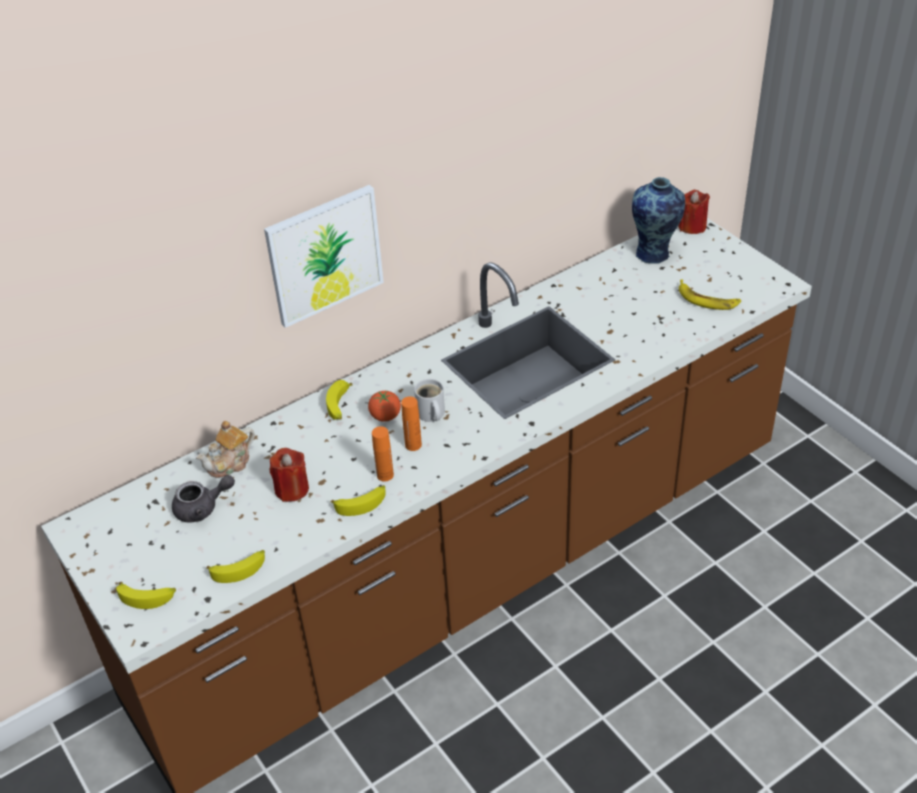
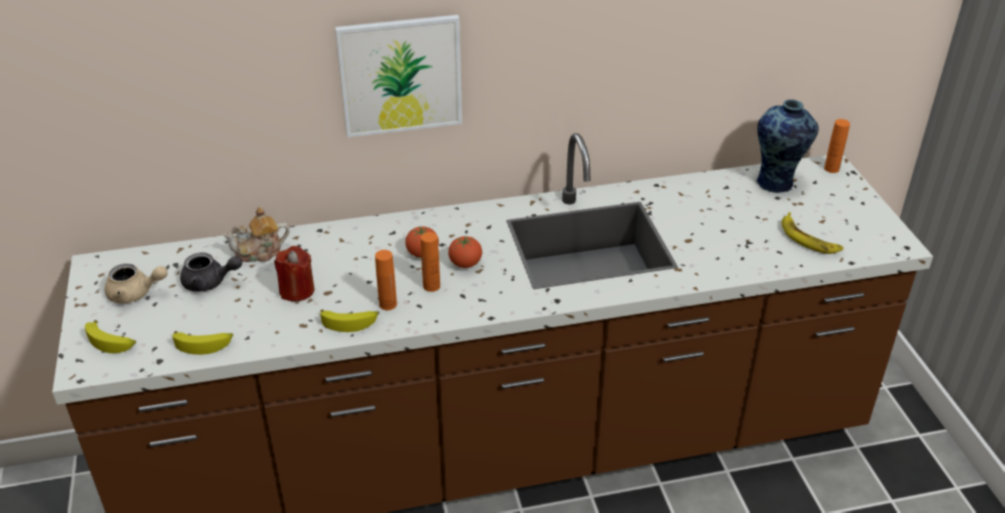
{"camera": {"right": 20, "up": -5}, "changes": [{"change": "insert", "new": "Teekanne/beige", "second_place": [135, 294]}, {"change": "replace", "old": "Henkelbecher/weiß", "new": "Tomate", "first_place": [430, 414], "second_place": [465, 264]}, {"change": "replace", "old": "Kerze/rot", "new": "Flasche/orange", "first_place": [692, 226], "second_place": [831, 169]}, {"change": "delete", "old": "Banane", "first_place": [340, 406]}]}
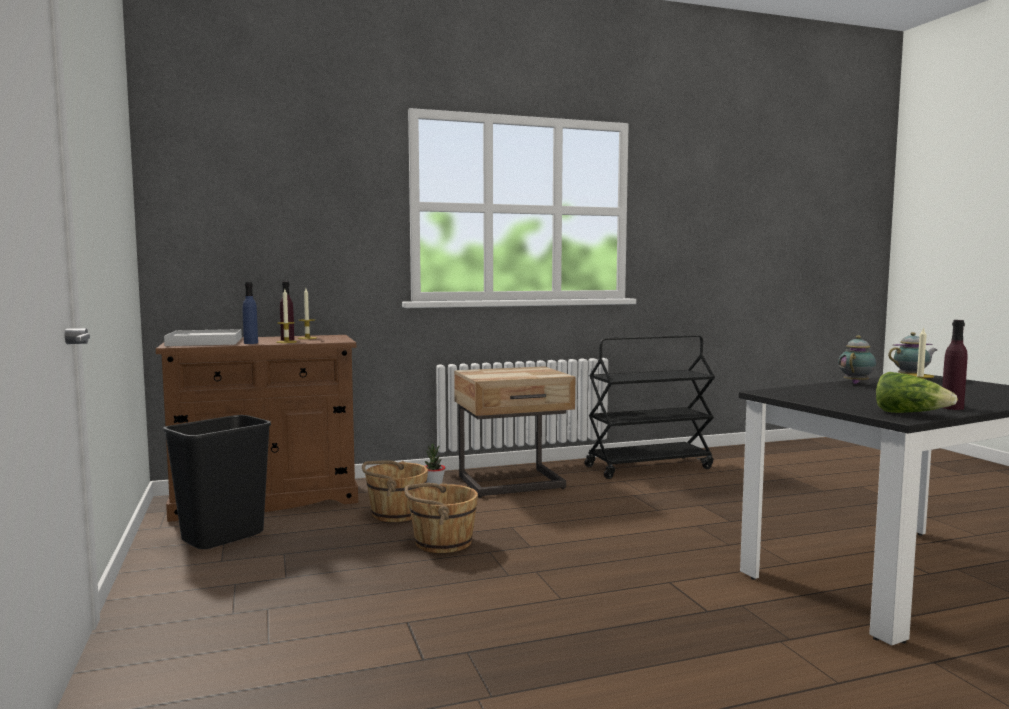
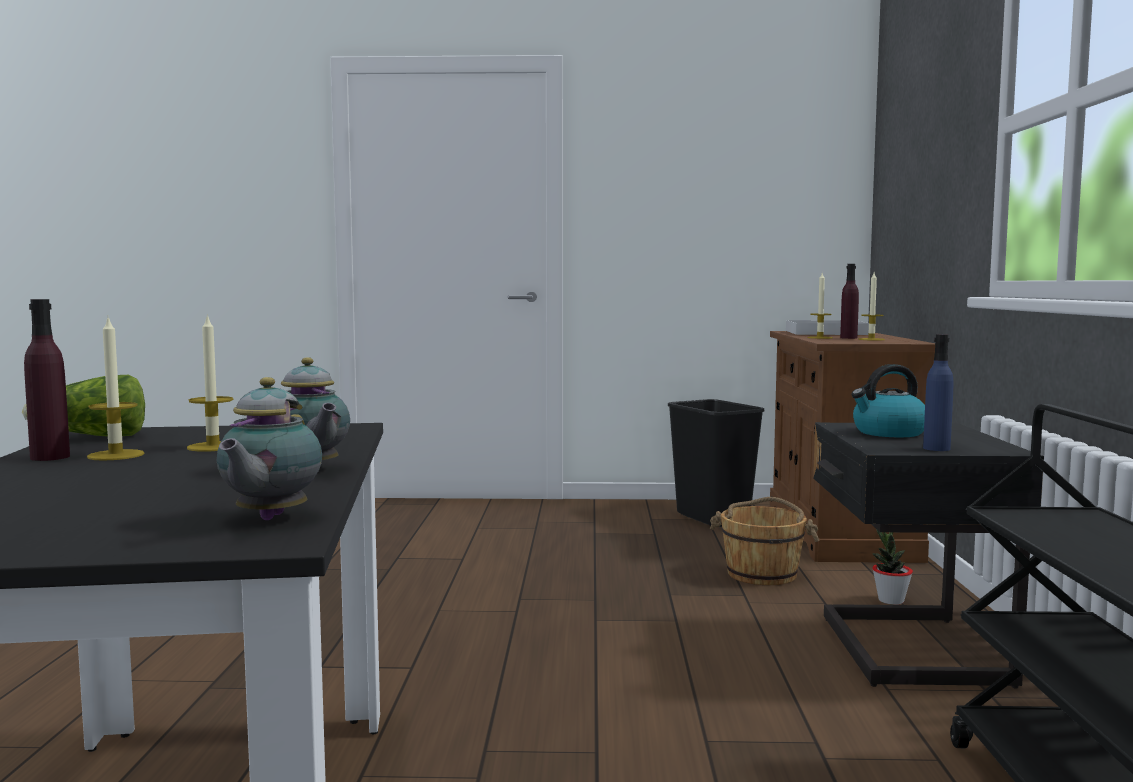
{"camera": {"right": 110, "up": 0}, "changes": [{"change": "insert", "new": "Kerze", "second_place": [213, 447]}, {"change": "recolor", "old": "Nachttisch/beige", "new": "Nachttisch/schwarz", "first_place": [513, 484], "second_place": [906, 651]}, {"change": "insert", "new": "Wasserkessel", "second_place": [888, 433]}, {"change": "move", "old": "Flasche/blau", "first_place": [251, 343], "second_place": [936, 448]}, {"change": "delete", "old": "Eimer/braun", "first_place": [442, 542]}]}
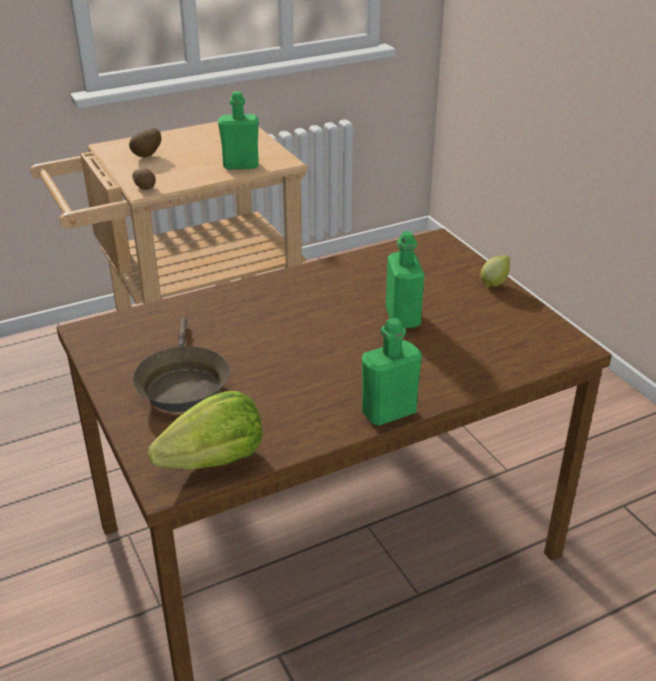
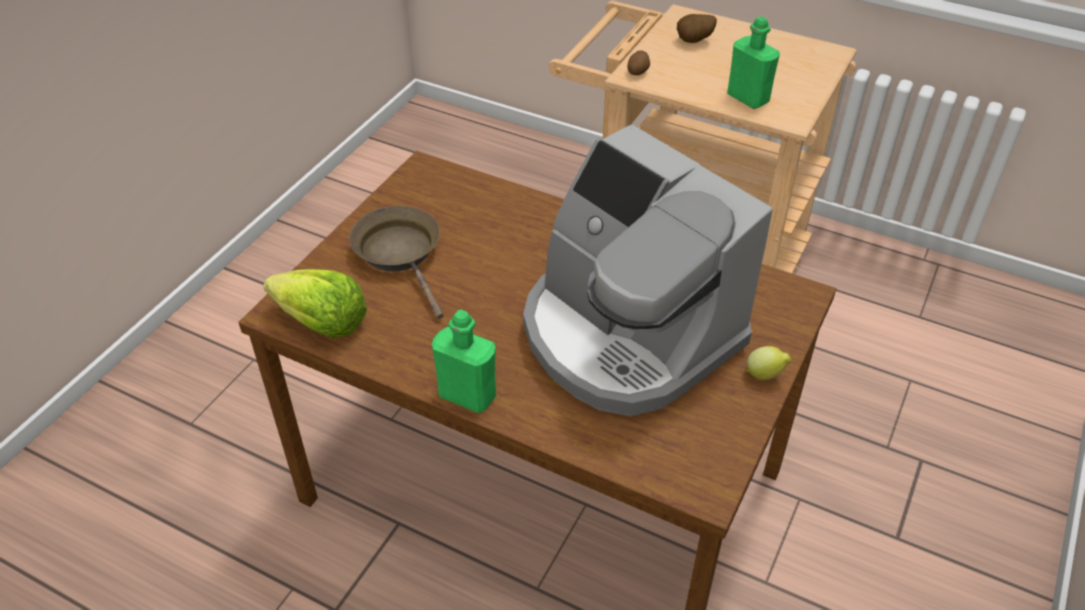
{"camera": {"right": 55, "up": 10}, "changes": [{"change": "rotate", "old": "Pfanne/braun", "first_place": [182, 384], "second_place": [401, 254], "degrees": 105}, {"change": "replace", "old": "Flasche/grün", "new": "Kaffeemaschine", "first_place": [402, 317], "second_place": [627, 335]}]}
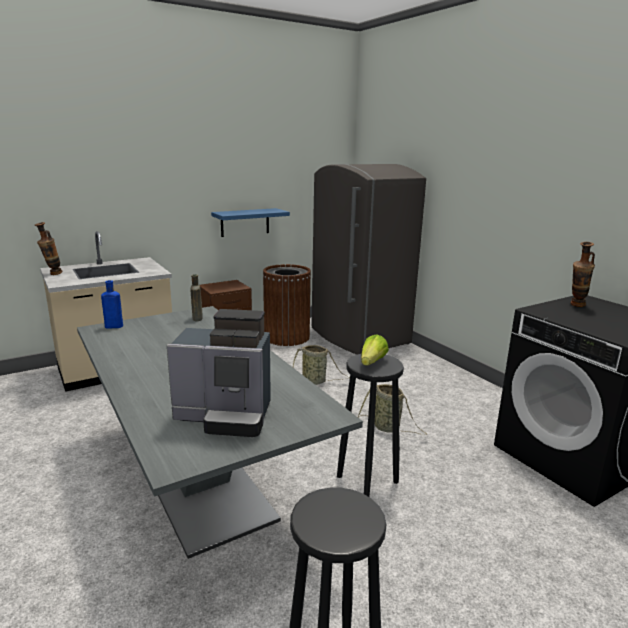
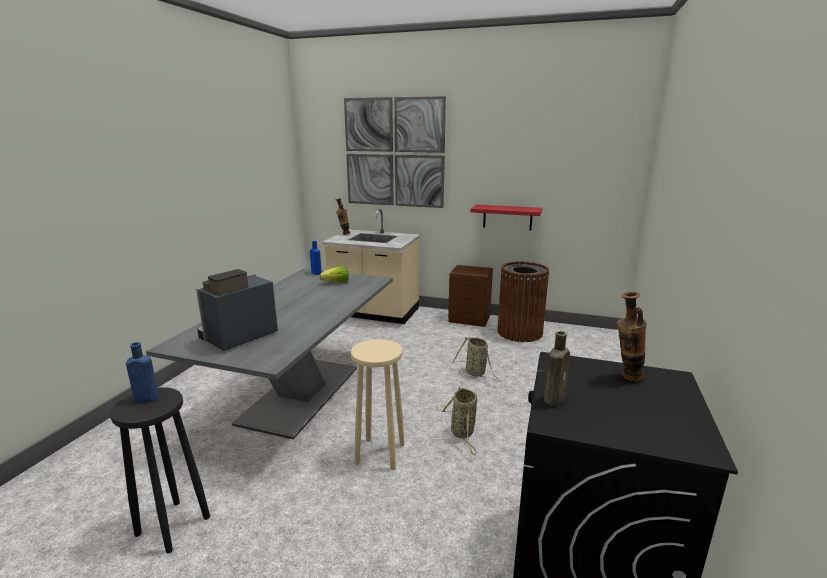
{"camera": {"right": 50, "up": 0}, "changes": [{"change": "insert", "new": "Flasche/blau", "second_place": [145, 399]}, {"change": "rotate", "old": "Kaffeemaschine", "first_place": [226, 416], "second_place": [237, 337], "degrees": 75}, {"change": "move", "old": "Salatkopf", "first_place": [372, 362], "second_place": [336, 282]}, {"change": "insert", "new": "Bild", "second_place": [394, 153]}, {"change": "recolor", "old": "Hocker/schwarz", "new": "Hocker/beige", "first_place": [368, 479], "second_place": [380, 454]}, {"change": "recolor", "old": "Wandregal/blau", "new": "Wandregal/rot", "first_place": [245, 222], "second_place": [507, 217]}, {"change": "move", "old": "Flasche/braun", "first_place": [197, 318], "second_place": [555, 398]}, {"change": "delete", "old": "Kühlschrank/grau", "first_place": [358, 337]}]}
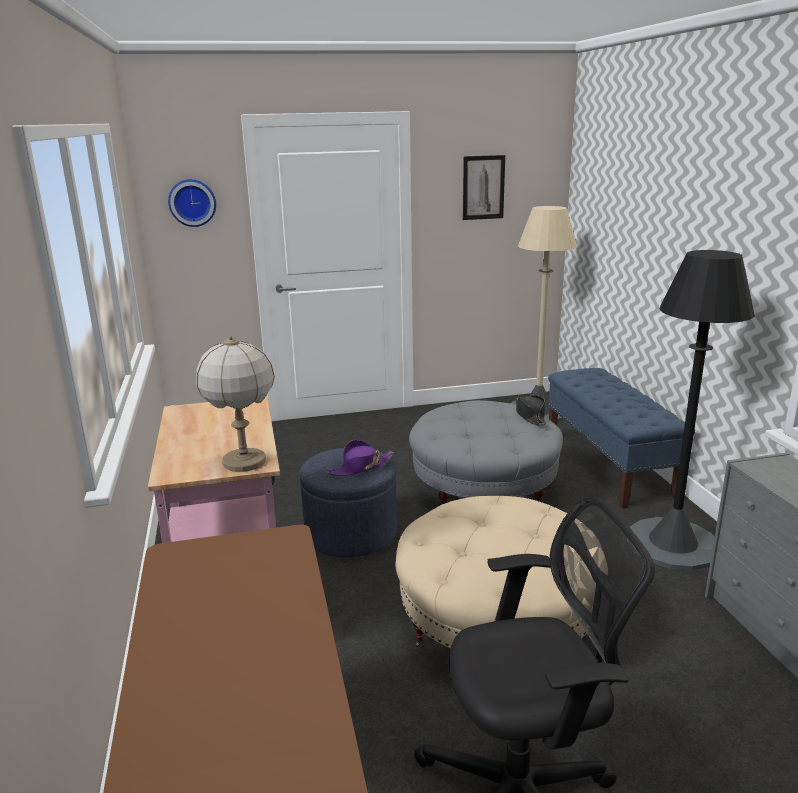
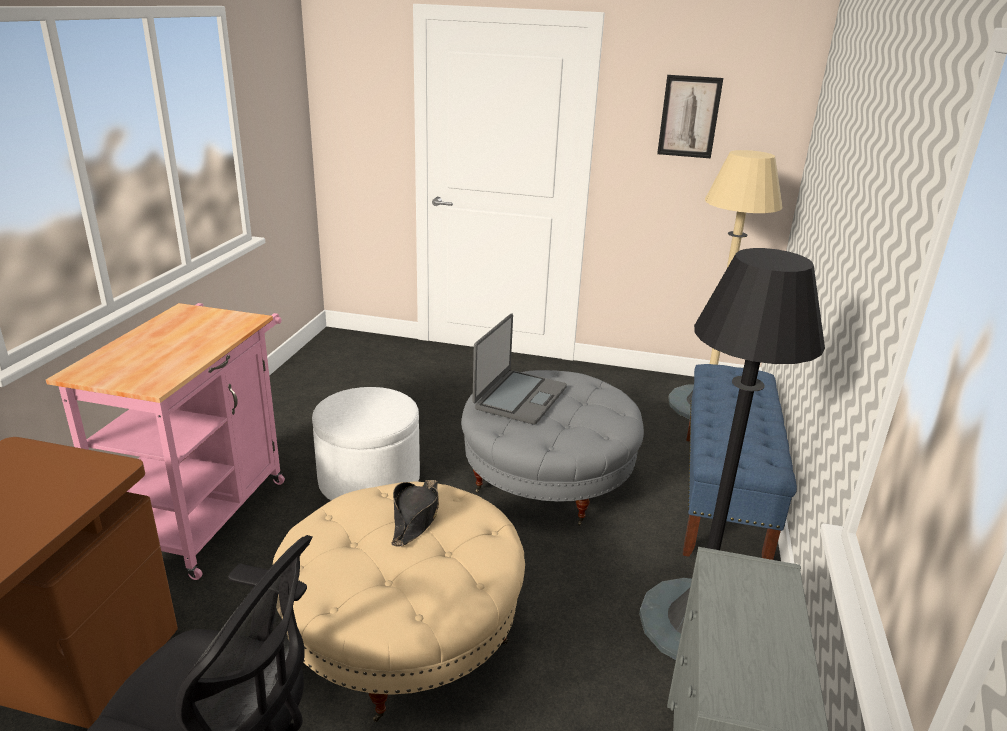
{"camera": {"right": 25, "up": 5}, "changes": [{"change": "recolor", "old": "Polsterhocker/blau", "new": "Polsterhocker/weiß", "first_place": [351, 533], "second_place": [369, 480]}, {"change": "move", "old": "Hut/schwarz", "first_place": [530, 415], "second_place": [415, 518]}, {"change": "insert", "new": "Laptop", "second_place": [519, 398]}, {"change": "delete", "old": "Wanduhr", "first_place": [192, 202]}, {"change": "delete", "old": "Tischlampe", "first_place": [244, 462]}, {"change": "delete", "old": "Hut/lila", "first_place": [361, 467]}]}
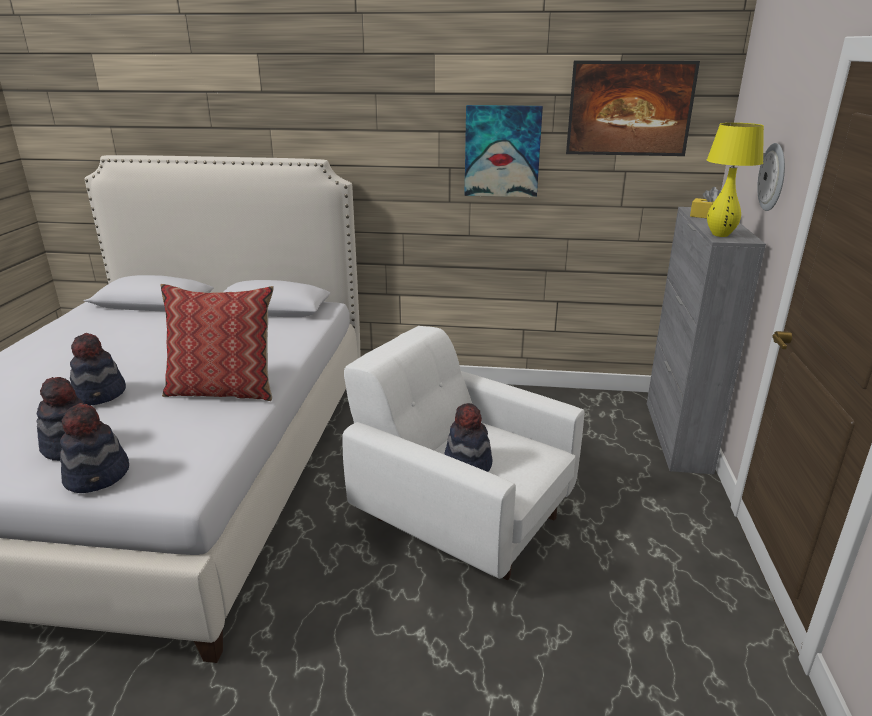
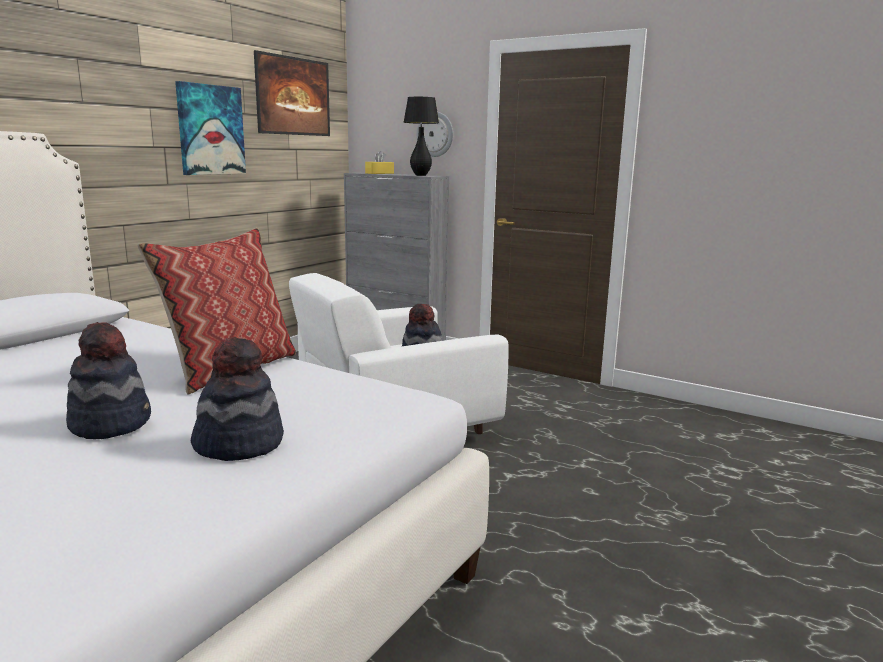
{"camera": {"right": -65, "up": -10}, "changes": [{"change": "recolor", "old": "Tischlampe/gelb", "new": "Tischlampe/schwarz", "first_place": [720, 235], "second_place": [420, 175]}, {"change": "delete", "old": "Hut", "first_place": [98, 476]}]}
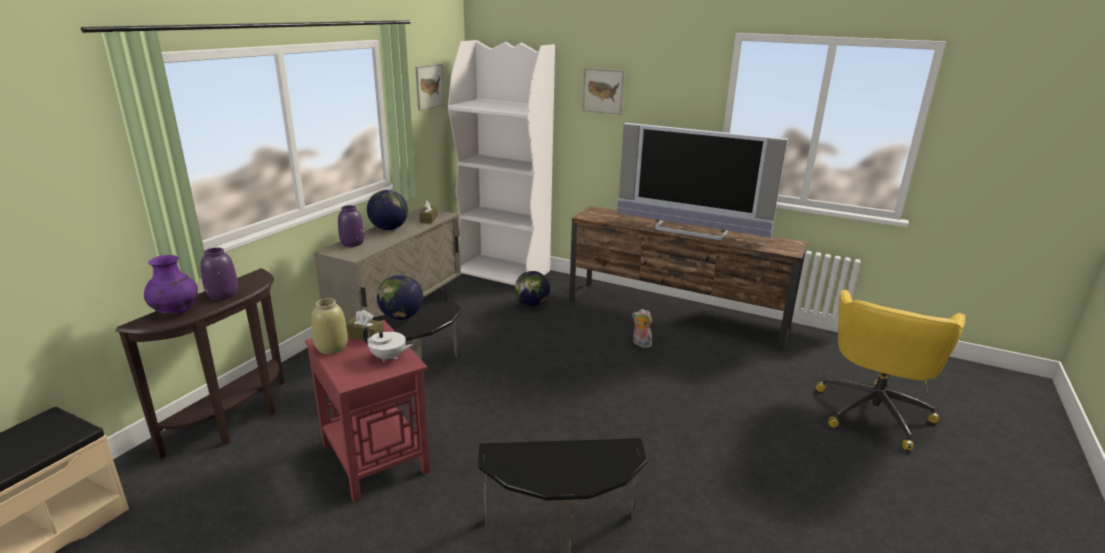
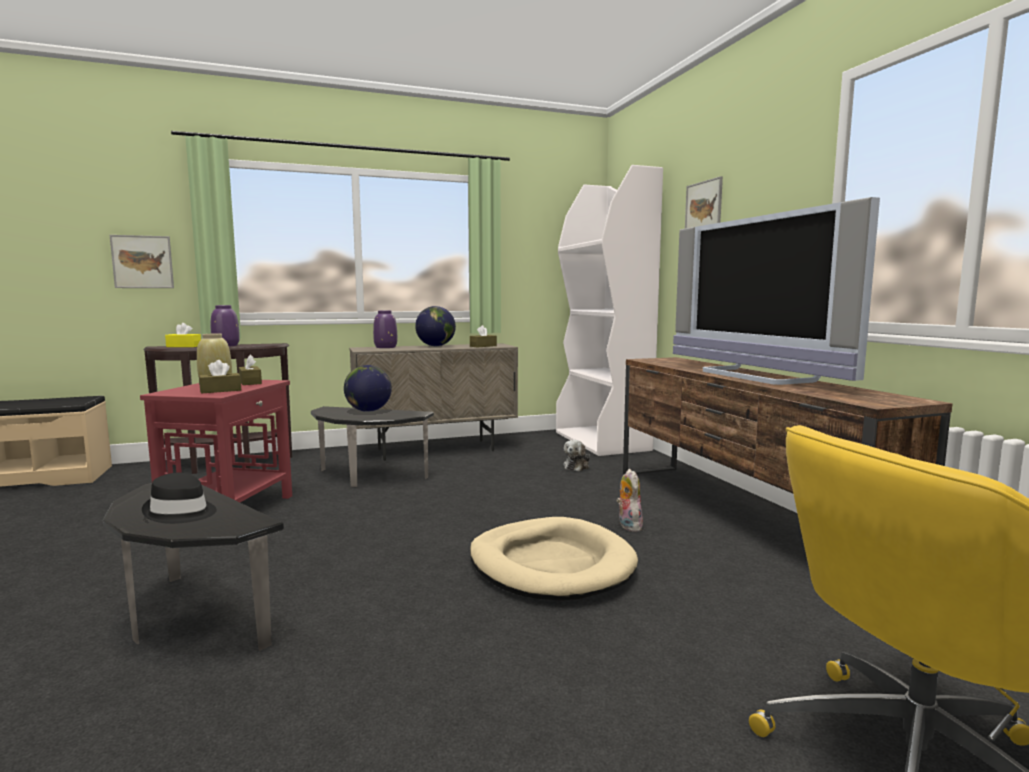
{"camera": {"right": 45, "up": -15}, "changes": [{"change": "move", "old": "Bild", "first_place": [429, 86], "second_place": [142, 262]}, {"change": "insert", "new": "Hut/schwarz", "second_place": [180, 512]}, {"change": "replace", "old": "Vase/lila", "new": "Taschentuchbox/gelb", "first_place": [176, 311], "second_place": [184, 346]}, {"change": "replace", "old": "Teekanne/weiß", "new": "Taschentuchbox/braun", "first_place": [388, 357], "second_place": [220, 390]}, {"change": "insert", "new": "Hundebett/beige", "second_place": [551, 564]}, {"change": "replace", "old": "Globus", "new": "Plüschtier", "first_place": [532, 304], "second_place": [577, 466]}]}
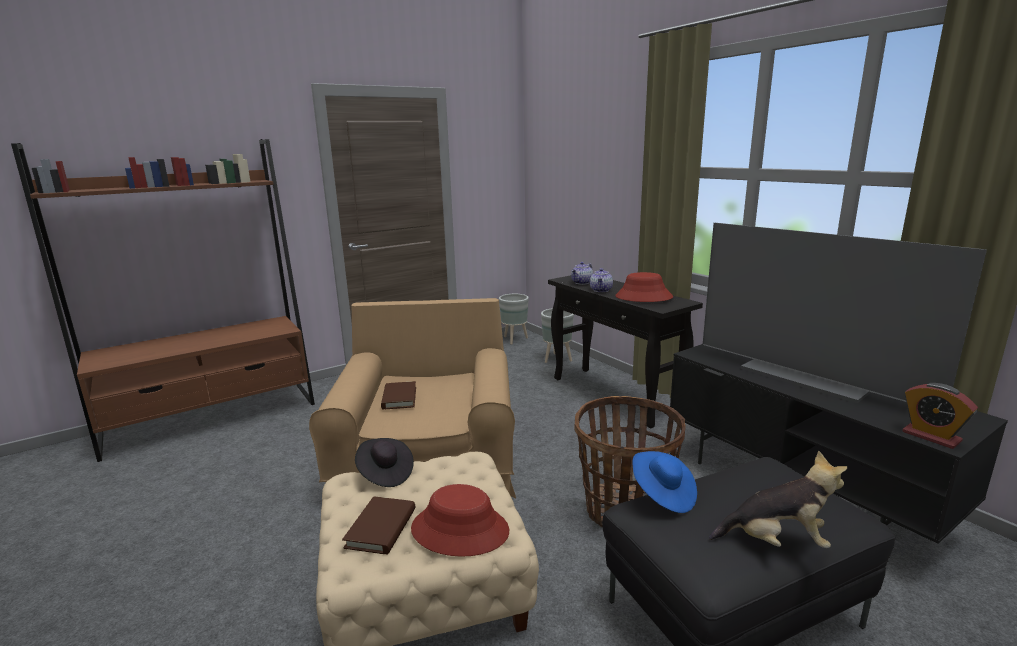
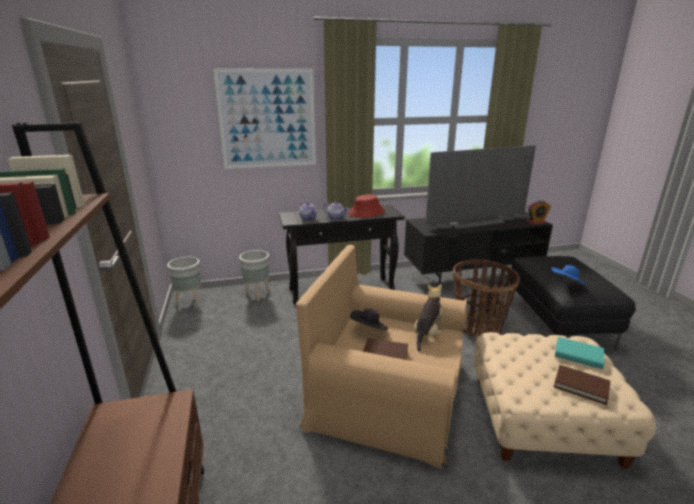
{"camera": {"right": -70, "up": 5}, "changes": [{"change": "insert", "new": "Bild", "second_place": [267, 119]}, {"change": "move", "old": "Hut/schwarz", "first_place": [385, 474], "second_place": [369, 329]}, {"change": "move", "old": "Plüschtier", "first_place": [776, 541], "second_place": [428, 334]}, {"change": "replace", "old": "Hut/rot", "new": "Buch/türkis", "first_place": [460, 530], "second_place": [578, 355]}]}
